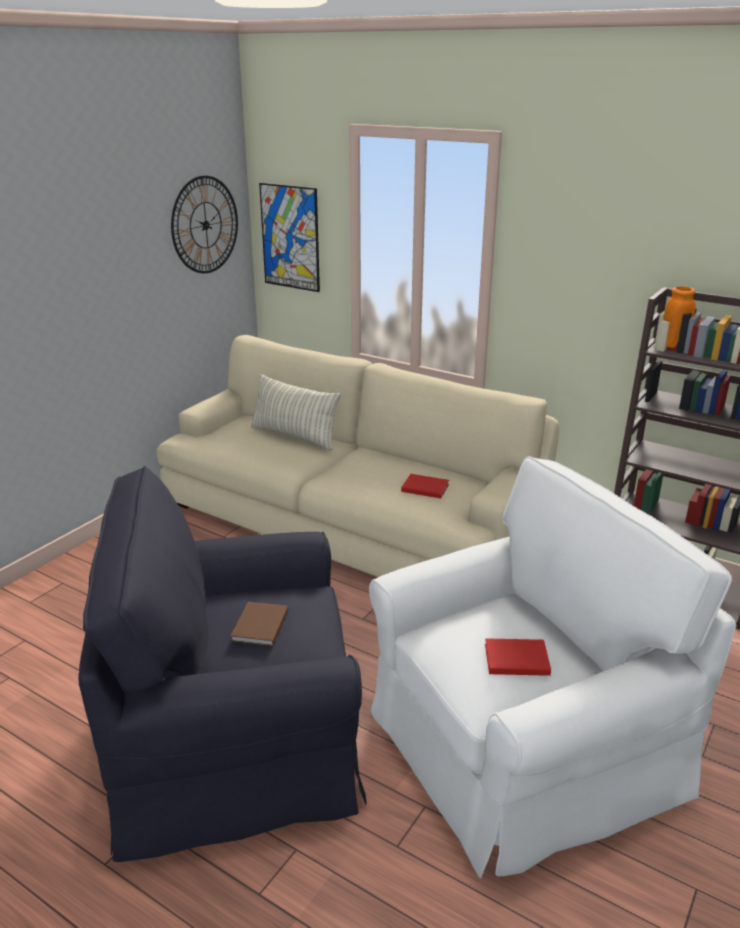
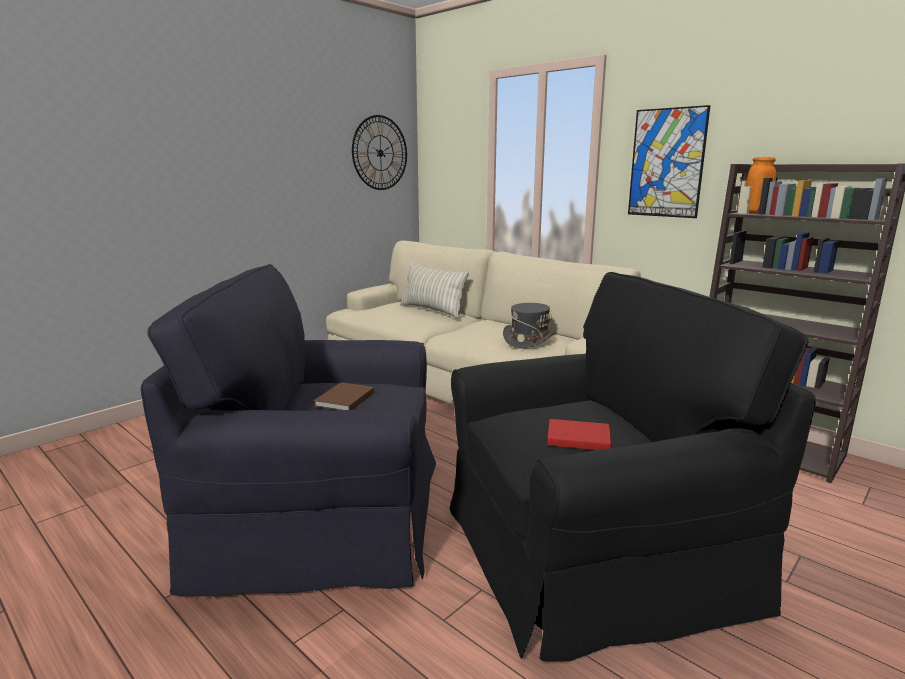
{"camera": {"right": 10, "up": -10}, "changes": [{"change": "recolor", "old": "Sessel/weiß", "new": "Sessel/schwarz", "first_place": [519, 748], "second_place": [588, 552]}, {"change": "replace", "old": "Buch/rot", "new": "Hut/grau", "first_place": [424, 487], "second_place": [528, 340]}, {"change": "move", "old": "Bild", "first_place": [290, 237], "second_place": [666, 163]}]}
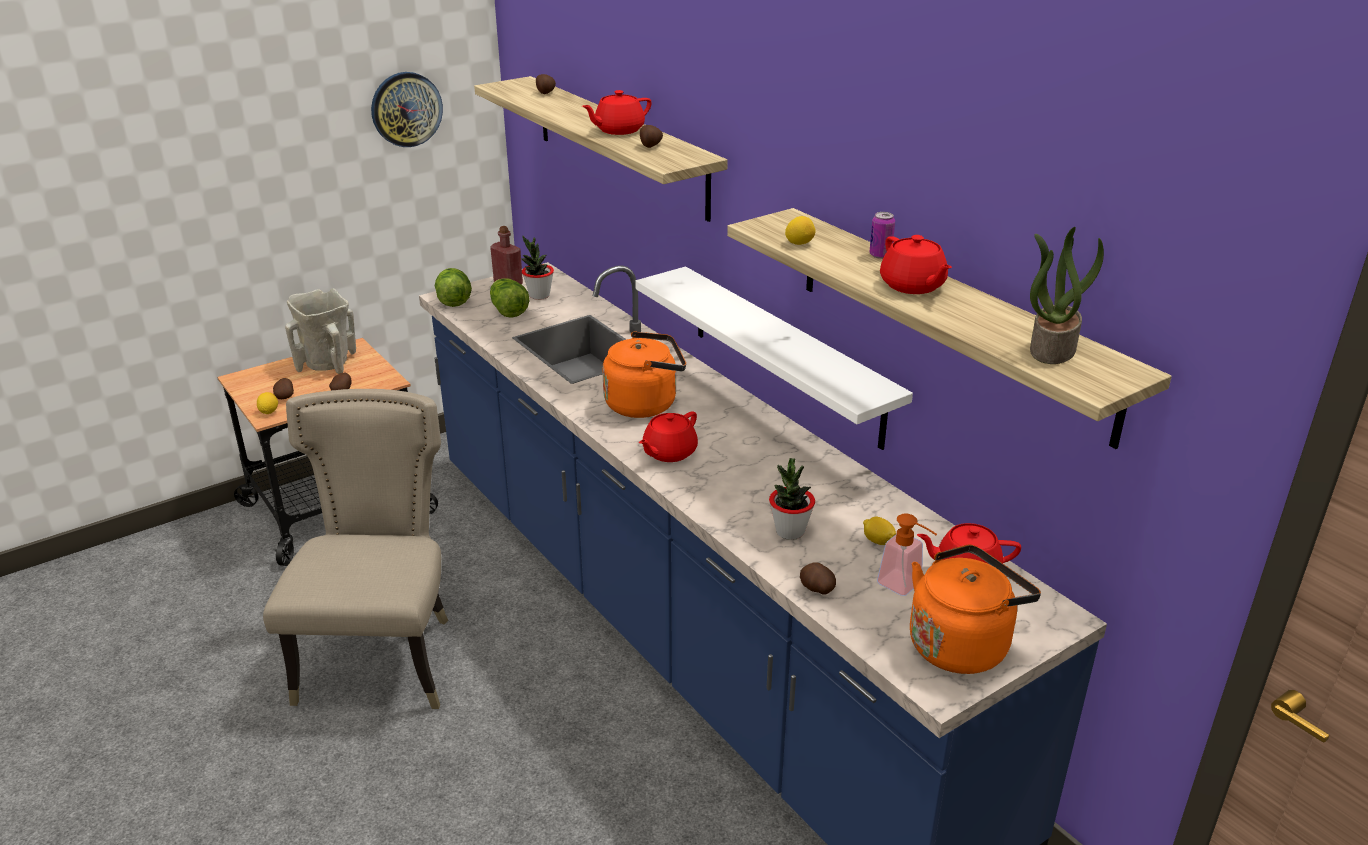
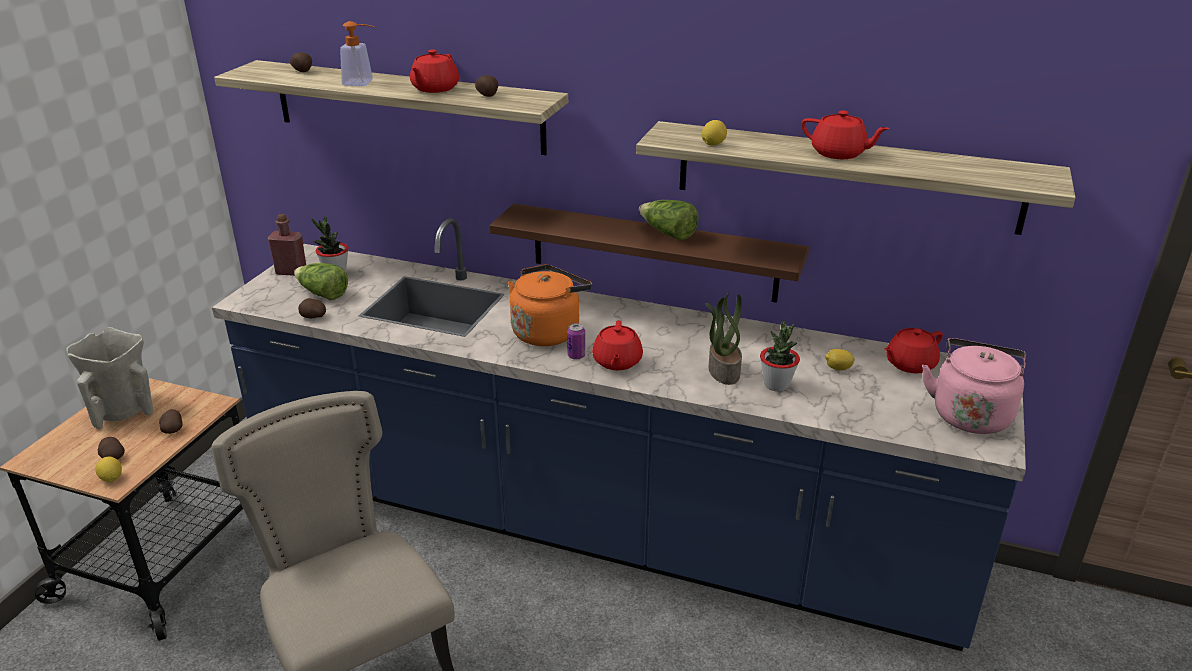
{"camera": {"right": -35, "up": 0}, "changes": [{"change": "move", "old": "Kartoffel", "first_place": [816, 589], "second_place": [313, 317]}, {"change": "move", "old": "Seifenspender", "first_place": [905, 586], "second_place": [363, 83]}, {"change": "recolor", "old": "Wandregal/weiß", "new": "Wandregal/braun", "first_place": [785, 355], "second_place": [653, 253]}, {"change": "move", "old": "Dose", "first_place": [880, 255], "second_place": [576, 356]}, {"change": "move", "old": "Salatkopf", "first_place": [453, 299], "second_place": [668, 234]}, {"change": "move", "old": "Topfpflanze", "first_place": [1051, 348], "second_place": [723, 371]}, {"change": "recolor", "old": "Wasserkessel/orange", "new": "Wasserkessel/rosa", "first_place": [961, 644], "second_place": [970, 413]}, {"change": "delete", "old": "Wanduhr", "first_place": [406, 109]}]}
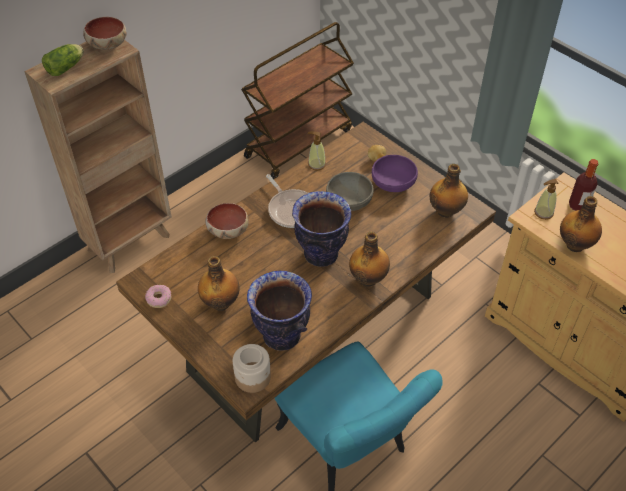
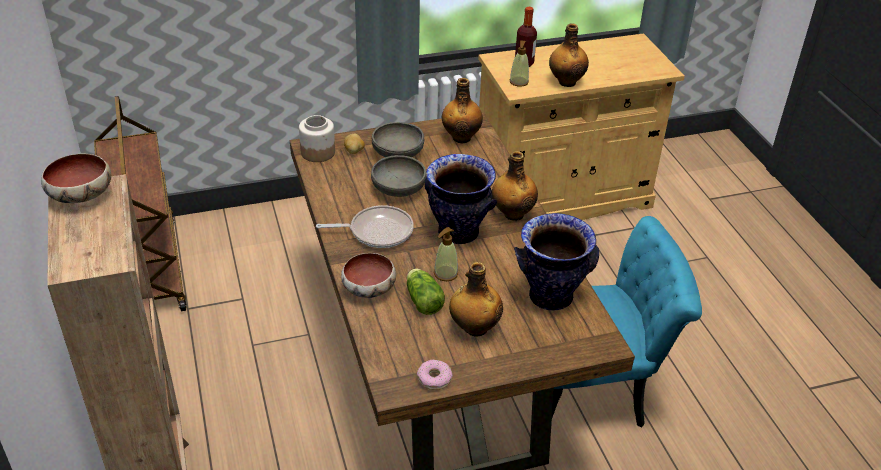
{"camera": {"right": -65, "up": -10}, "changes": [{"change": "move", "old": "Vorratsglas", "first_place": [253, 377], "second_place": [318, 152]}, {"change": "recolor", "old": "Schüssel/lila", "new": "Schüssel/grau", "first_place": [393, 183], "second_place": [398, 154]}, {"change": "move", "old": "Salatkopf", "first_place": [67, 67], "second_place": [423, 299]}, {"change": "move", "old": "Seifenspender", "first_place": [316, 164], "second_place": [445, 273]}]}
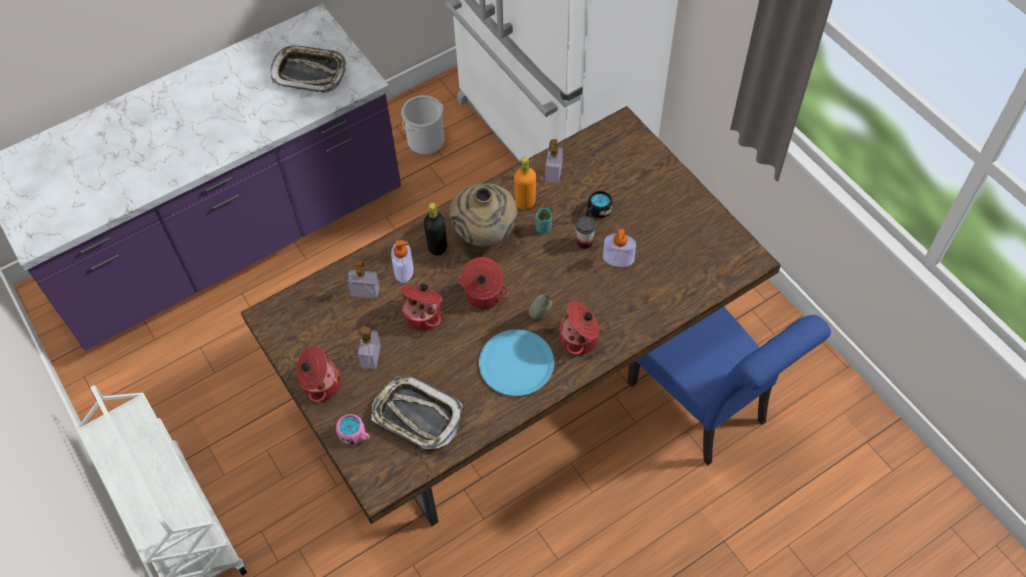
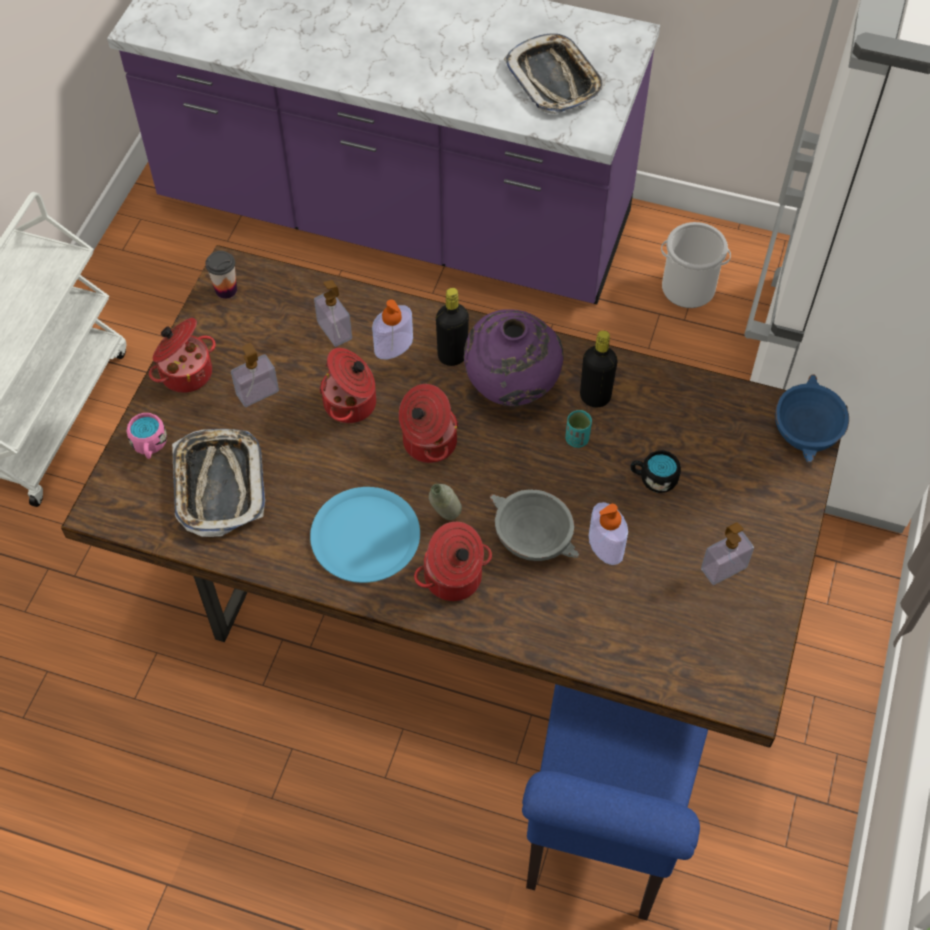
{"camera": {"right": 50, "up": 0}, "changes": [{"change": "move", "old": "Tasse", "first_place": [584, 242], "second_place": [226, 290]}, {"change": "recolor", "old": "Vase/beige", "new": "Vase/lila", "first_place": [485, 235], "second_place": [512, 389]}, {"change": "insert", "new": "Schüssel/grau", "second_place": [534, 536]}, {"change": "recolor", "old": "Flasche/orange", "new": "Flasche/schwarz", "first_place": [525, 202], "second_place": [595, 397]}, {"change": "move", "old": "Seifenspender", "first_place": [553, 173], "second_place": [723, 568]}, {"change": "insert", "new": "Schüssel/blau", "second_place": [808, 430]}]}
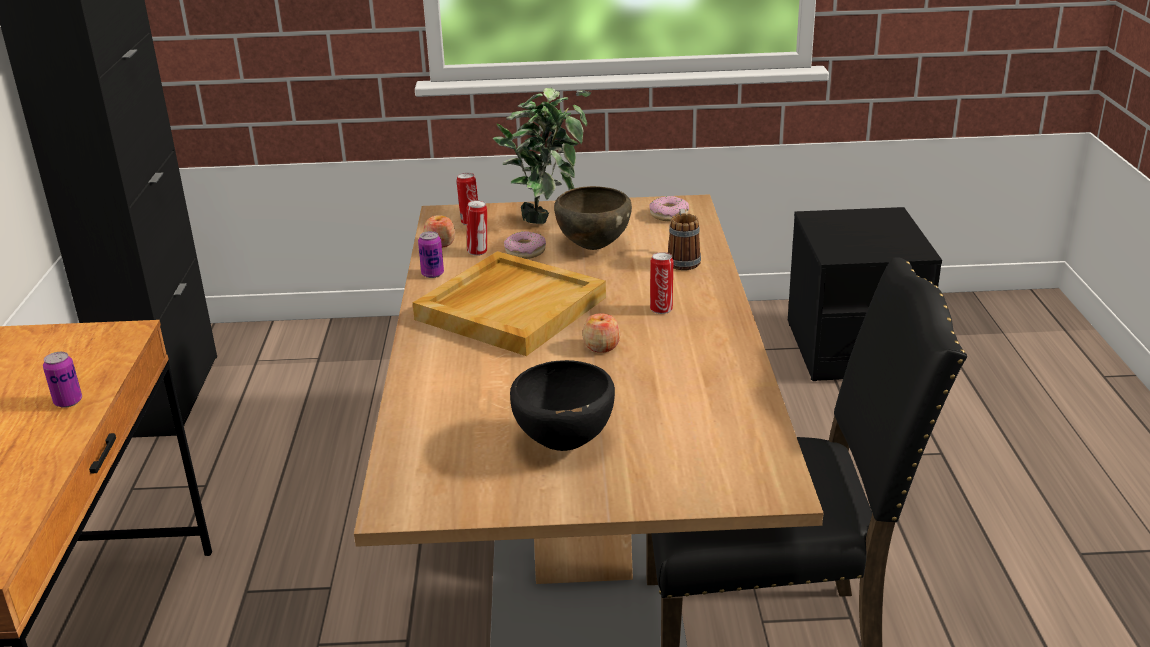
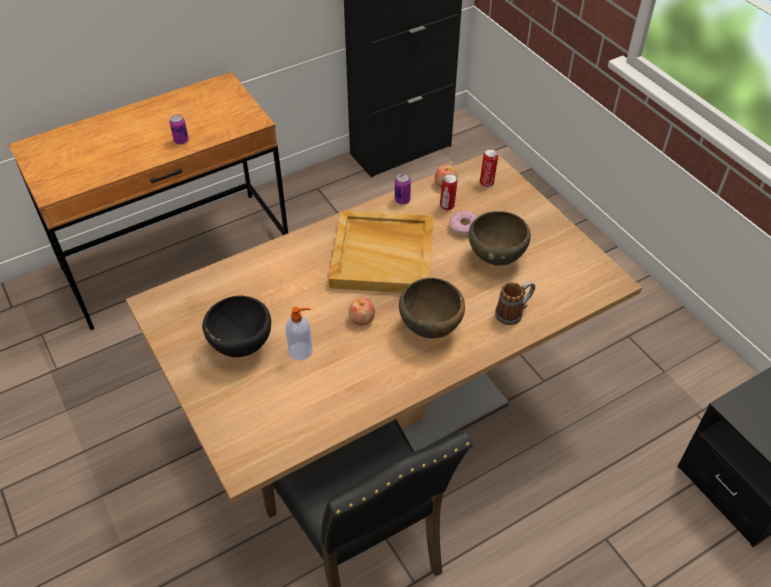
{"camera": {"right": 60, "up": 20}, "changes": [{"change": "insert", "new": "Seifenspender", "second_place": [301, 351]}, {"change": "replace", "old": "Dose", "new": "Schüssel/braun", "first_place": [661, 309], "second_place": [431, 329]}, {"change": "delete", "old": "Topfpflanze", "first_place": [546, 217]}, {"change": "delete", "old": "Donut", "first_place": [669, 215]}]}
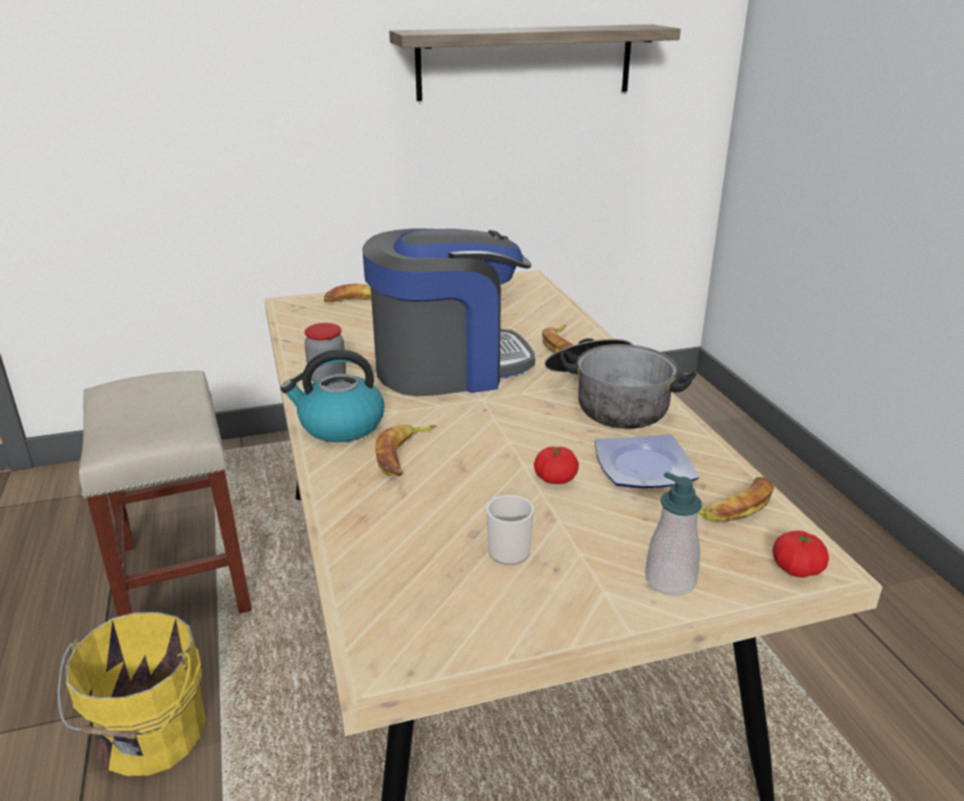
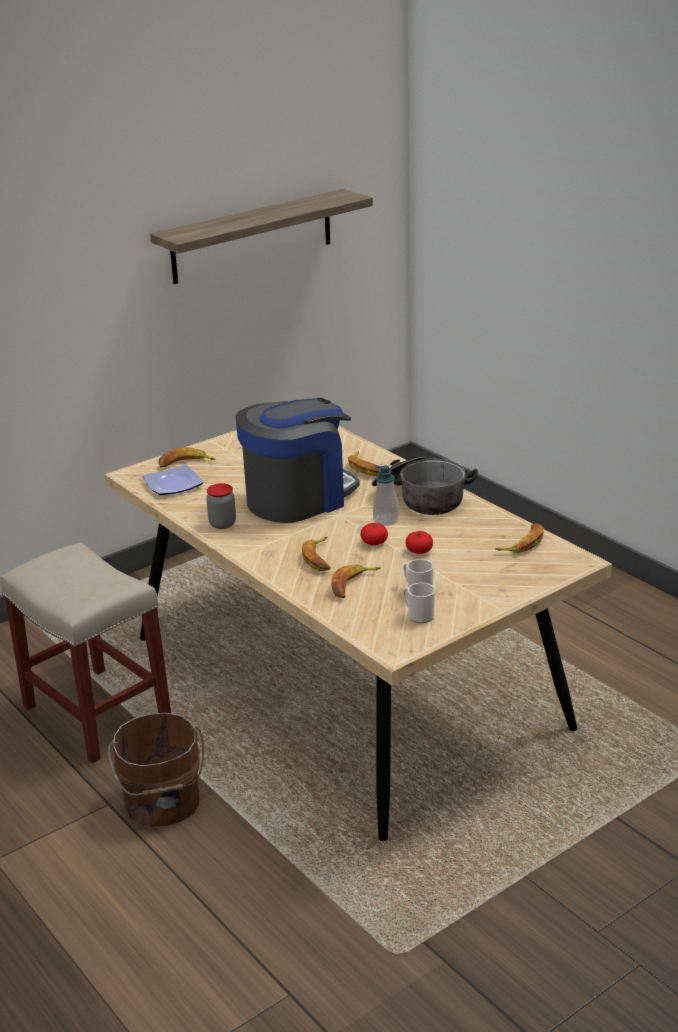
{"camera": {"right": -20, "up": 0}, "changes": [{"change": "recolor", "old": "Eimer/gelb", "new": "Eimer/braun", "first_place": [149, 736], "second_place": [162, 803]}, {"change": "move", "old": "Teller", "first_place": [641, 466], "second_place": [172, 484]}, {"change": "insert", "new": "Banane", "second_place": [353, 585]}, {"change": "move", "old": "Tomate", "first_place": [796, 569], "second_place": [374, 542]}, {"change": "move", "old": "Seifenspender", "first_place": [670, 580], "second_place": [385, 520]}, {"change": "insert", "new": "Henkelbecher", "second_place": [418, 616]}, {"change": "delete", "old": "Wasserkessel", "first_place": [340, 425]}]}
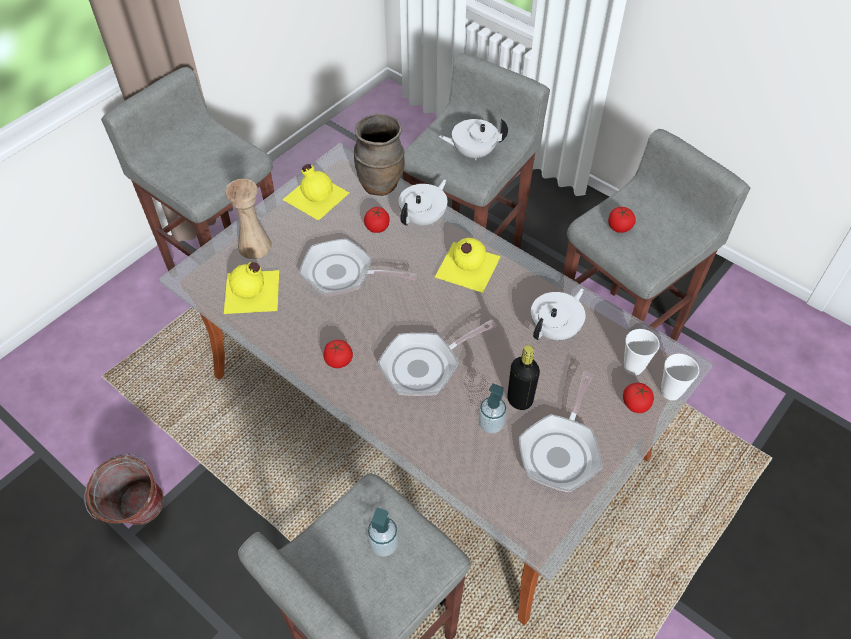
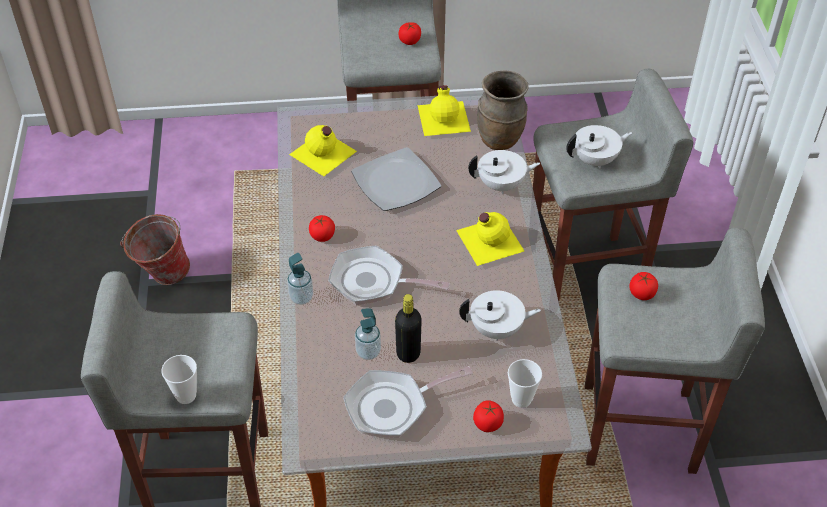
{"camera": {"right": 45, "up": -5}, "changes": [{"change": "move", "old": "Tasse", "first_place": [671, 392], "second_place": [186, 395]}, {"change": "move", "old": "Seifenspender", "first_place": [384, 544], "second_place": [301, 297]}, {"change": "replace", "old": "Pfanne", "new": "Teller", "first_place": [343, 274], "second_place": [395, 183]}, {"change": "move", "old": "Tomate", "first_place": [377, 227], "second_place": [410, 41]}, {"change": "rotate", "old": "Teekanne/weiß", "first_place": [473, 152], "second_place": [595, 160], "degrees": 120}, {"change": "delete", "old": "Vase/beige", "first_place": [254, 246]}]}
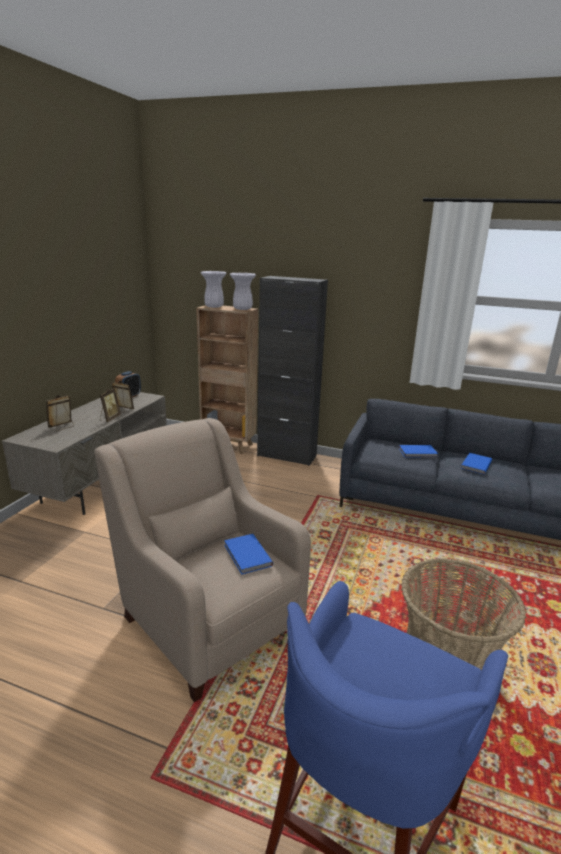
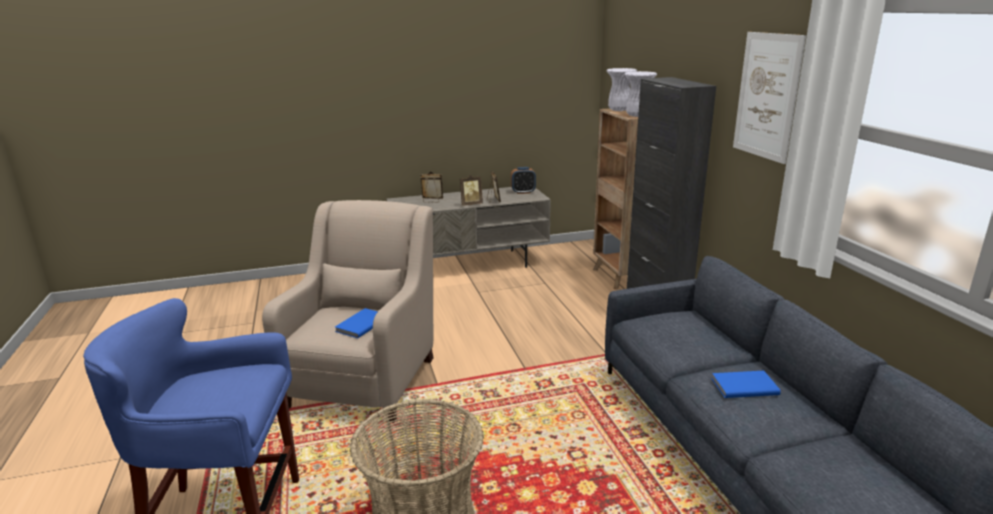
{"camera": {"right": 55, "up": 0}, "changes": [{"change": "insert", "new": "Bild", "second_place": [767, 96]}, {"change": "delete", "old": "Buch/blau", "first_place": [418, 453]}]}
